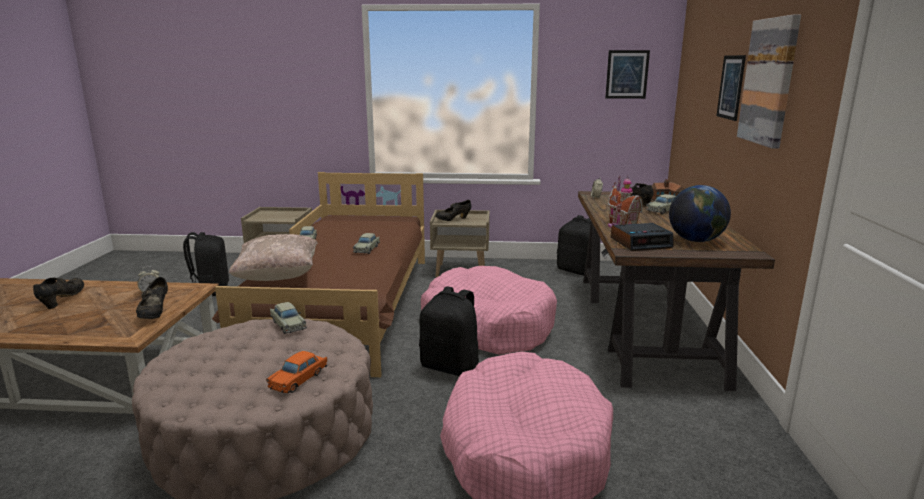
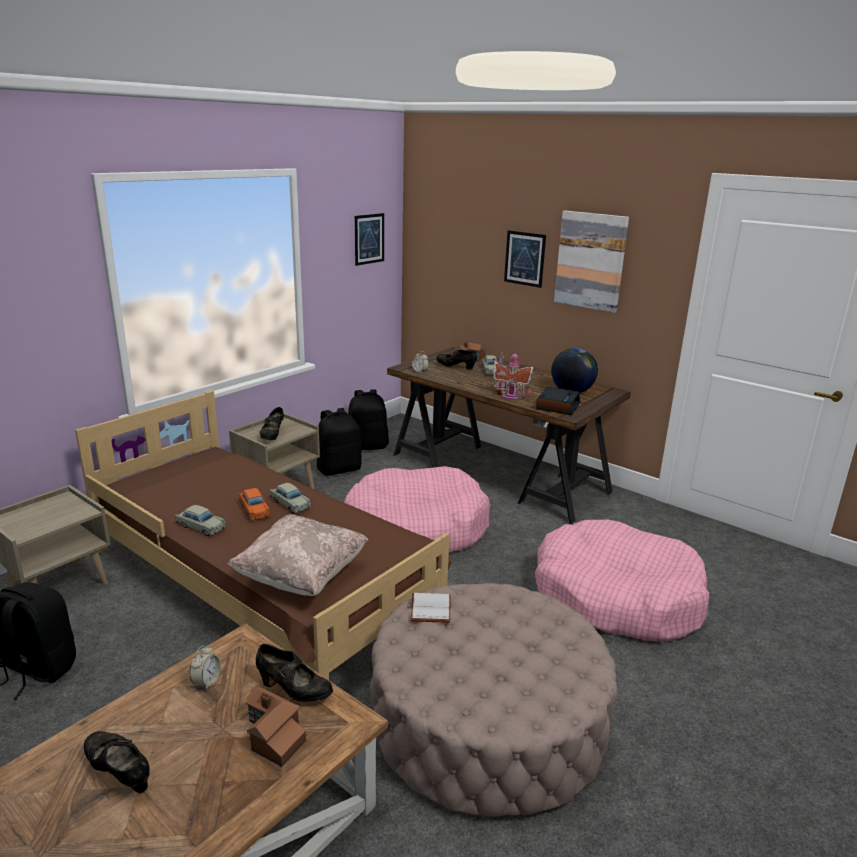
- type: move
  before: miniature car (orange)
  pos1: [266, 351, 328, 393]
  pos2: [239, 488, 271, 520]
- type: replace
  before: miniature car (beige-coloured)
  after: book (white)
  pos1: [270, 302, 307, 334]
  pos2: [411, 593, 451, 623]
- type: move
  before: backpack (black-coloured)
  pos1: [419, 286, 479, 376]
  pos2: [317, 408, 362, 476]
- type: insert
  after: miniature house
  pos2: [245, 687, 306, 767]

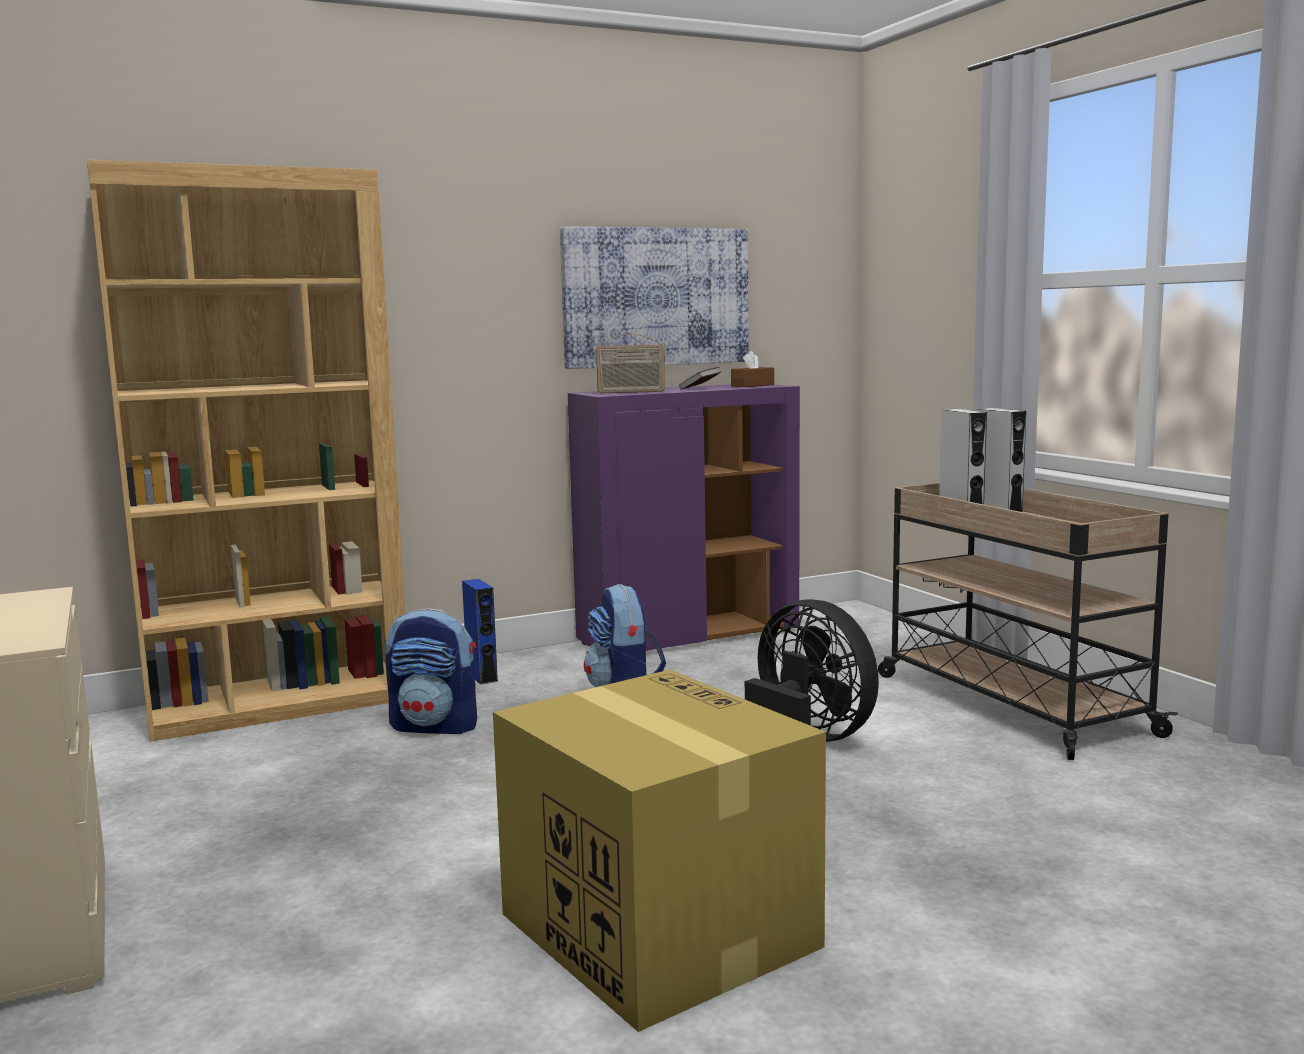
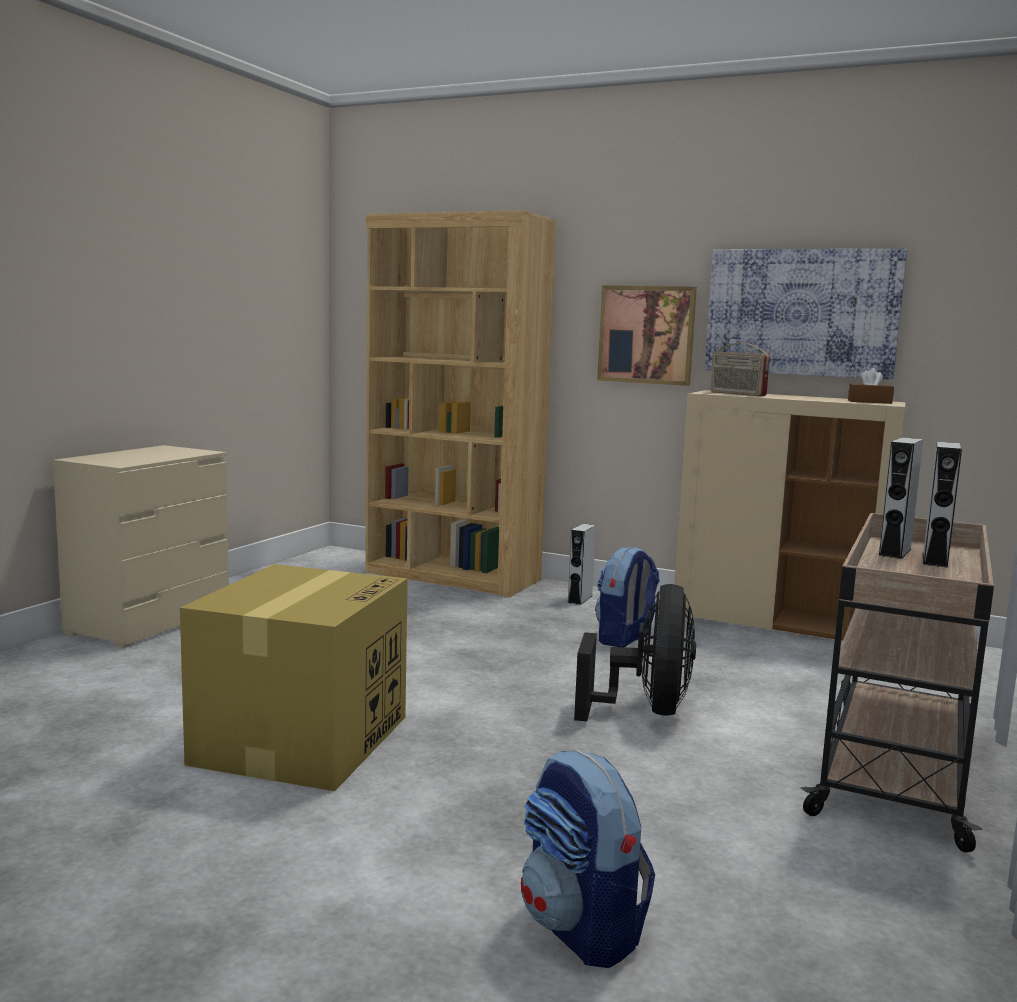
- type: move
  before: backpack
  pos1: [386, 608, 477, 735]
  pos2: [521, 750, 655, 968]
- type: recolor
  before: audio speaker (blue)
  after: audio speaker (gray)
  pos1: [462, 579, 498, 685]
  pos2: [568, 524, 596, 605]
- type: recolor
  before: storage cabinet (purple-coloured)
  after: storage cabinet (beige-coloured)
  pos1: [568, 384, 800, 651]
  pos2: [675, 390, 906, 640]
- type: delete
  before: book
  pos1: [679, 367, 721, 390]
- type: insert
  after: picture
  pos2: [597, 285, 697, 386]

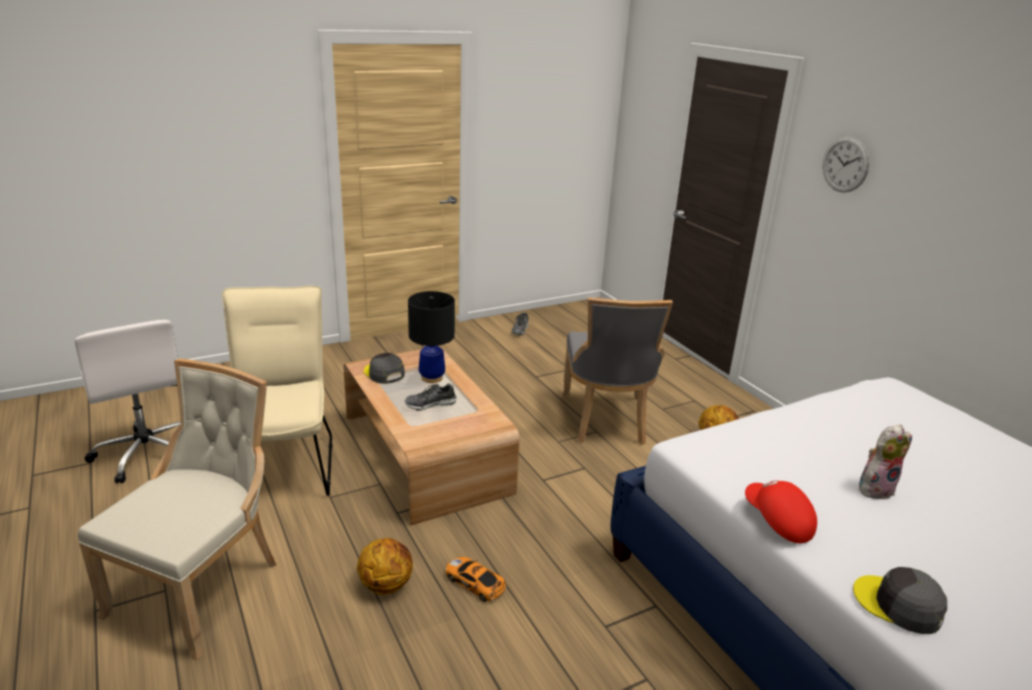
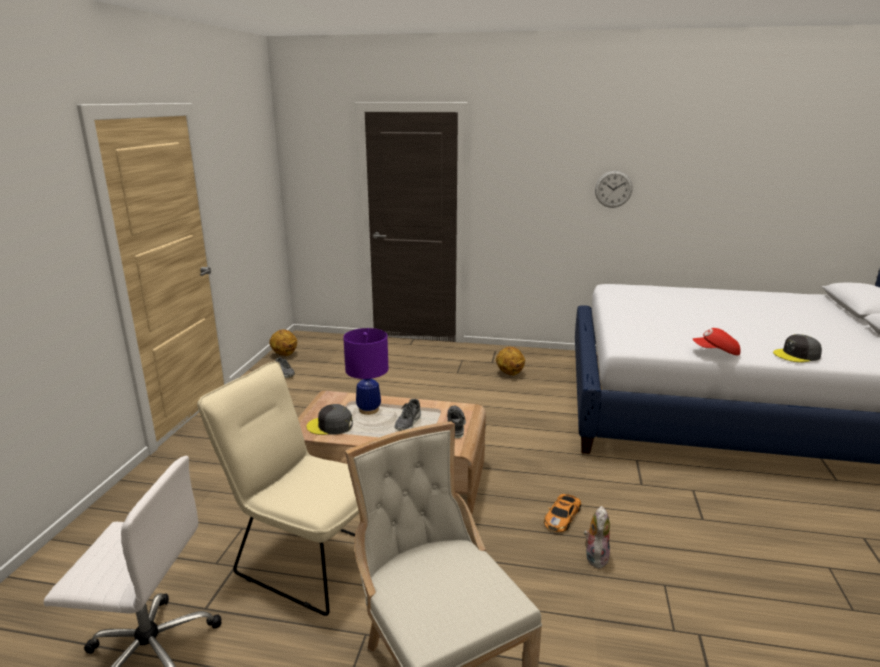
- type: move
  before: ball for basketball
  pos1: [357, 538, 413, 595]
  pos2: [269, 330, 297, 356]
- type: recolor
  before: tabletop lamp (black-coloured)
  after: tabletop lamp (purple-coloured)
  pos1: [408, 291, 455, 383]
  pos2: [343, 328, 389, 415]
- type: rotate
  before: miniature car
  pos1: [446, 557, 506, 602]
  pos2: [544, 494, 581, 532]
  turn: -45
- type: delete
  before: upright chair (gray)
  pos1: [561, 297, 673, 445]
- type: move
  before: clock on the wall
  pos1: [823, 137, 870, 193]
  pos2: [595, 171, 633, 208]
- type: move
  before: cuddly toy
  pos1: [859, 424, 912, 500]
  pos2: [584, 506, 610, 569]
- type: insert
  after: shoe
  pos2: [447, 406, 466, 438]

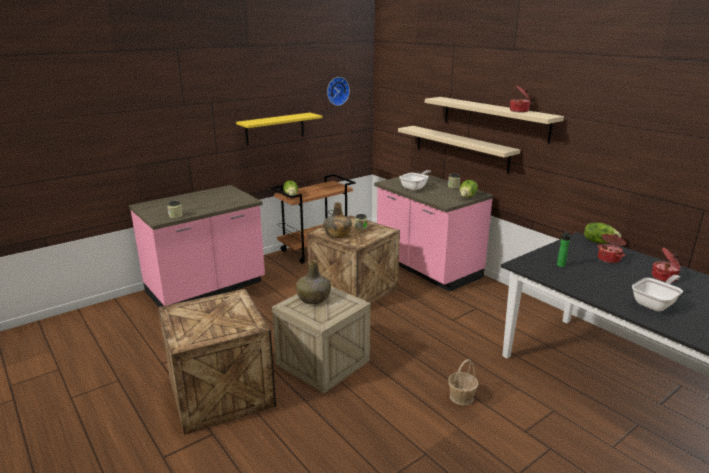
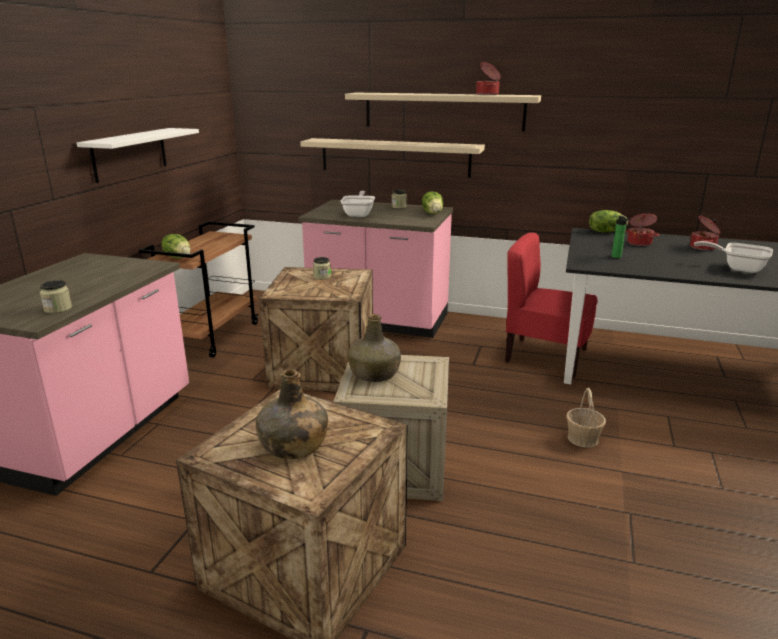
- type: recolor
  before: shelf (yellow-coloured)
  after: shelf (white)
  pos1: [236, 113, 322, 145]
  pos2: [77, 128, 199, 183]
- type: move
  before: drink bottle (green-coloured)
  pos1: [323, 202, 352, 238]
  pos2: [256, 369, 328, 459]
- type: delete
  before: clock on the wall
  pos1: [327, 77, 350, 106]
- type: rotate
  before: skillet
  pos1: [632, 275, 683, 311]
  pos2: [694, 241, 773, 273]
  turn: -75
- type: insert
  after: upright chair (red-coloured)
  pos2: [505, 233, 598, 378]

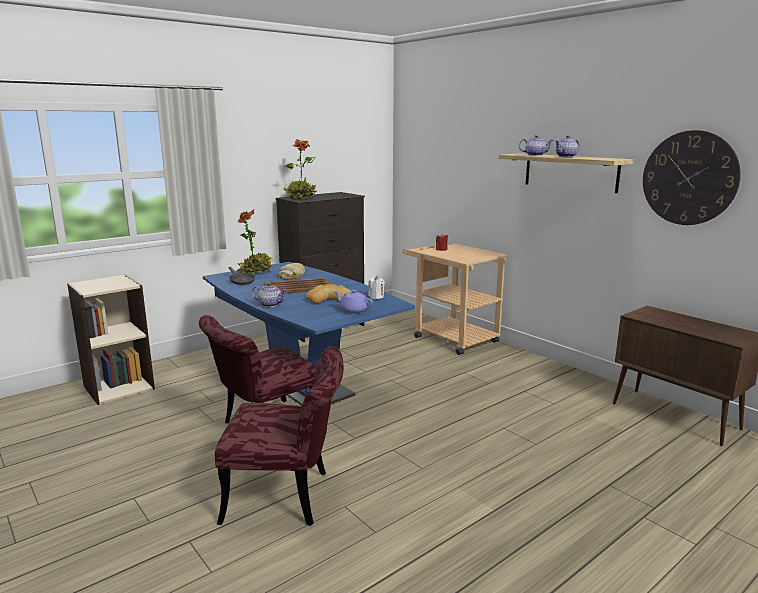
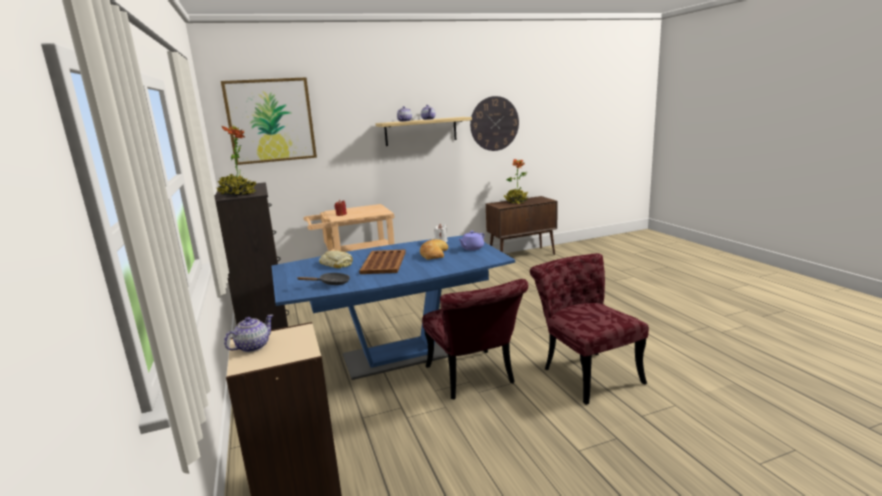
- type: rotate
  before: upright chair (red-coloured)
  pos1: [215, 346, 344, 526]
  pos2: [530, 253, 649, 405]
  turn: -45
- type: move
  before: plant in a pot
  pos1: [238, 209, 272, 274]
  pos2: [504, 159, 528, 204]
- type: move
  before: pot for tea
  pos1: [252, 283, 287, 307]
  pos2: [224, 315, 273, 352]
- type: insert
  after: picture
  pos2: [221, 77, 317, 165]

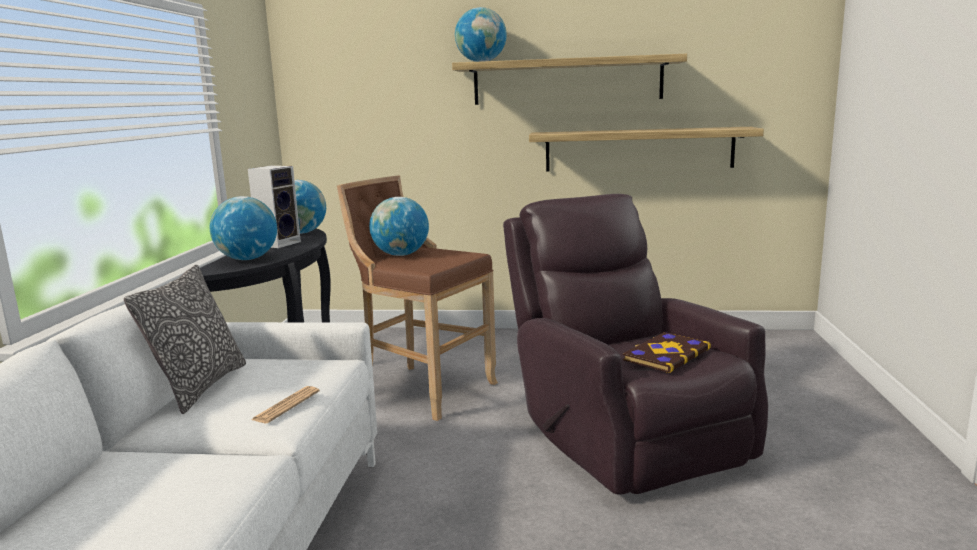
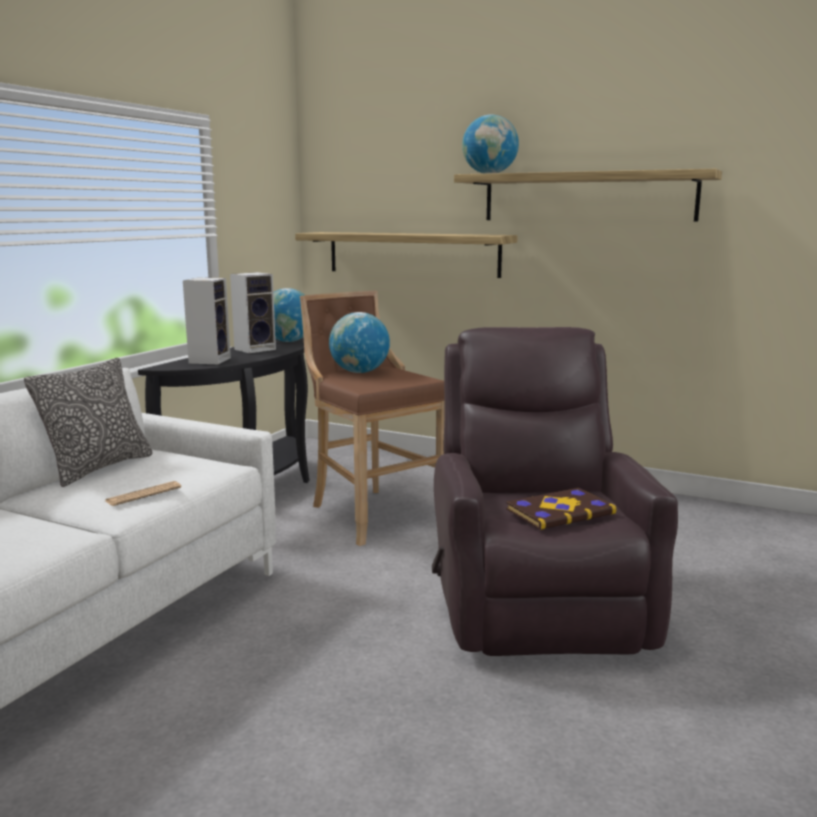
- type: replace
  before: desk globe
  after: audio speaker
  pos1: [210, 196, 277, 260]
  pos2: [183, 278, 231, 364]
- type: move
  before: shelf
  pos1: [529, 127, 764, 171]
  pos2: [295, 232, 518, 278]

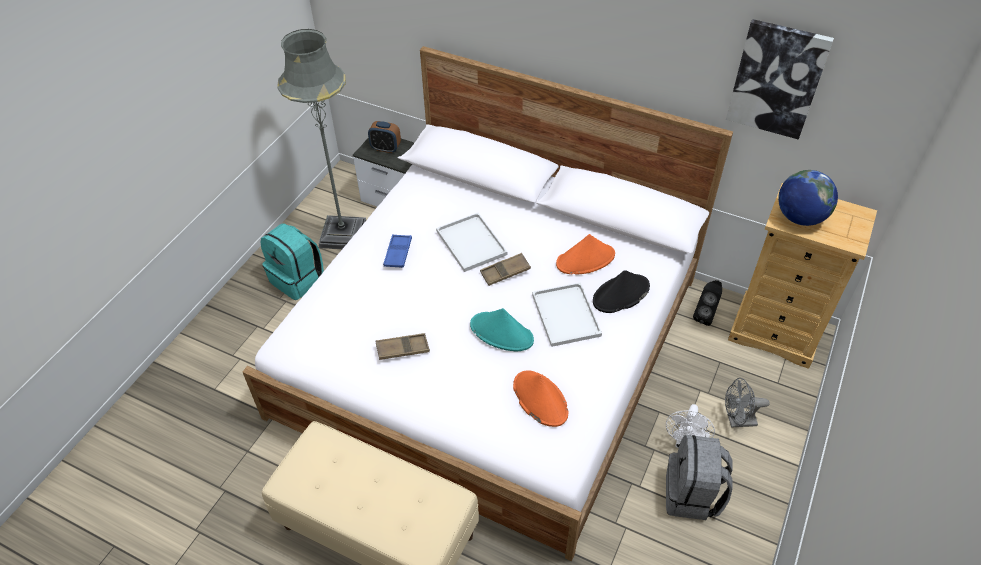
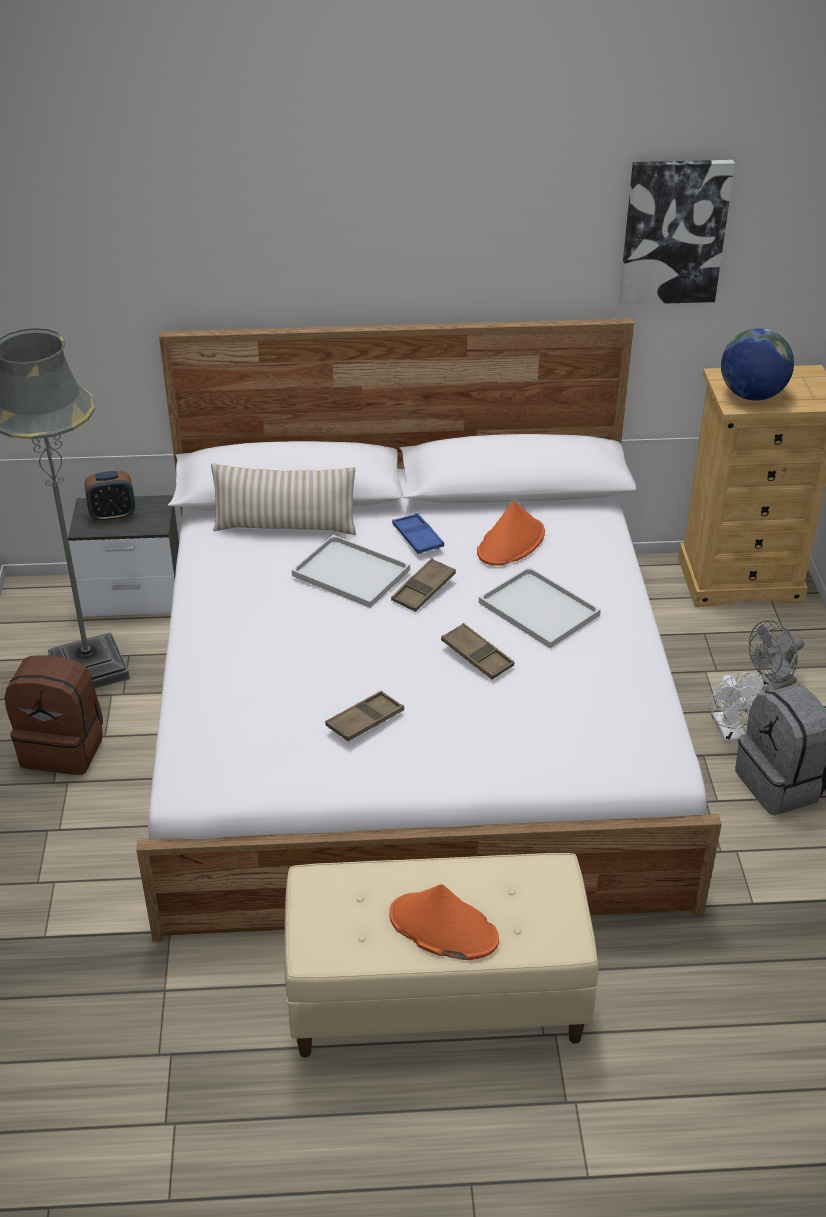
- type: recolor
  before: backpack (turquoise)
  after: backpack (brown)
  pos1: [260, 223, 324, 300]
  pos2: [4, 655, 103, 775]
- type: move
  before: carrying tray (blue)
  pos1: [383, 234, 412, 268]
  pos2: [392, 513, 444, 554]
- type: replace
  before: wearable hat (turquoise)
  after: carrying tray (brown)
  pos1: [470, 308, 534, 351]
  pos2: [441, 623, 514, 680]
- type: move
  before: wearable hat (orange)
  pos1: [513, 370, 569, 427]
  pos2: [389, 884, 499, 960]
- type: delete
  before: wearable hat (black-coloured)
  pos1: [593, 270, 650, 313]
- type: delete
  before: audio speaker (black-coloured)
  pos1: [693, 280, 722, 326]
- type: insert
  after: throw pillow (beige-coloured)
  pos2: [211, 464, 356, 535]

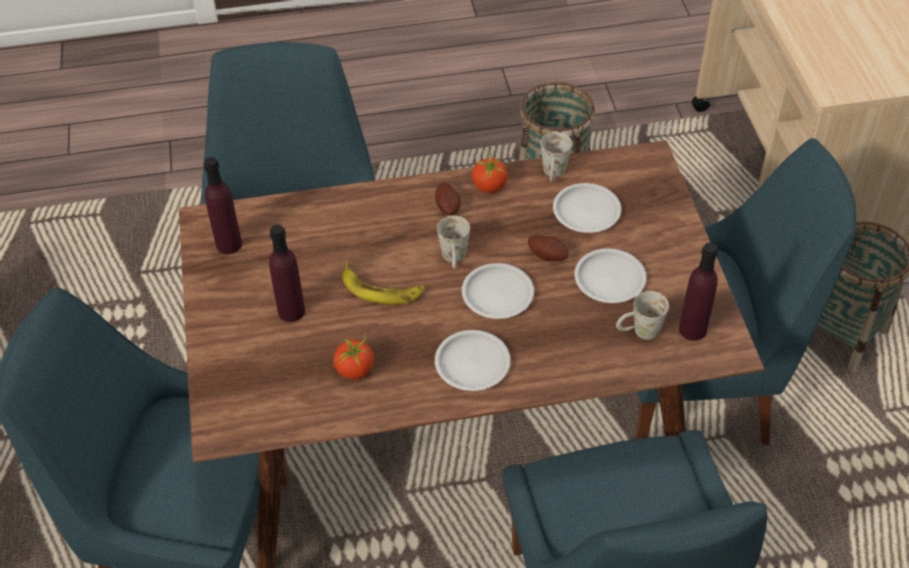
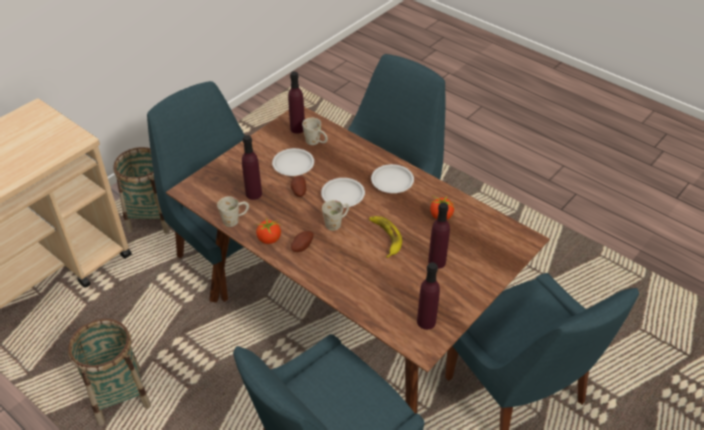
- type: replace
  before: flat dish (white)
  after: drink bottle (purple-coloured)
  pos1: [553, 183, 622, 233]
  pos2: [242, 135, 262, 200]

